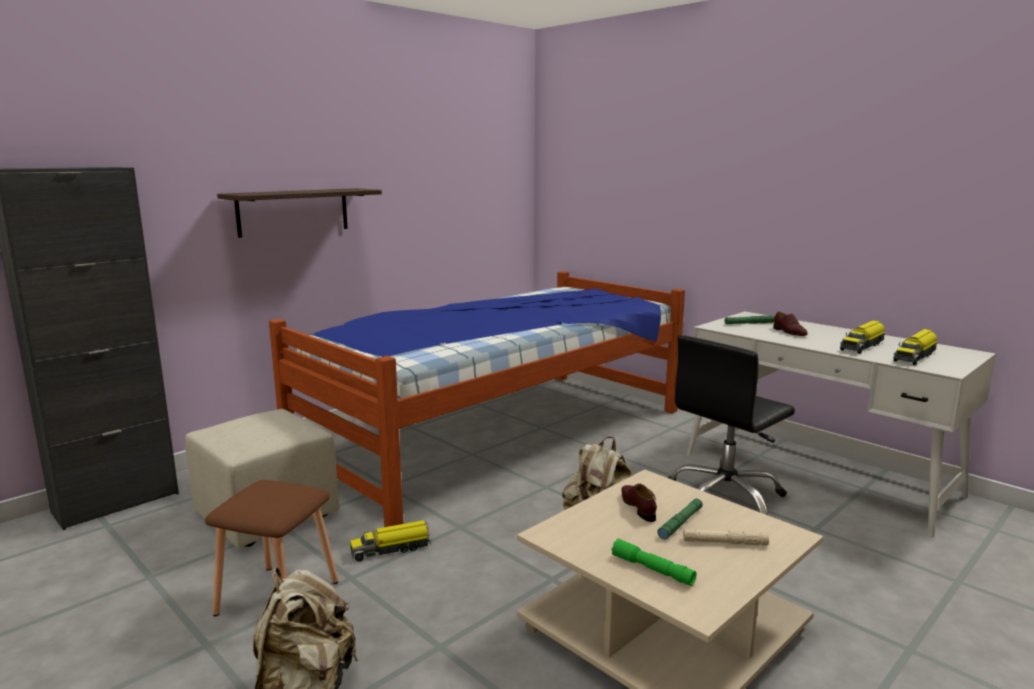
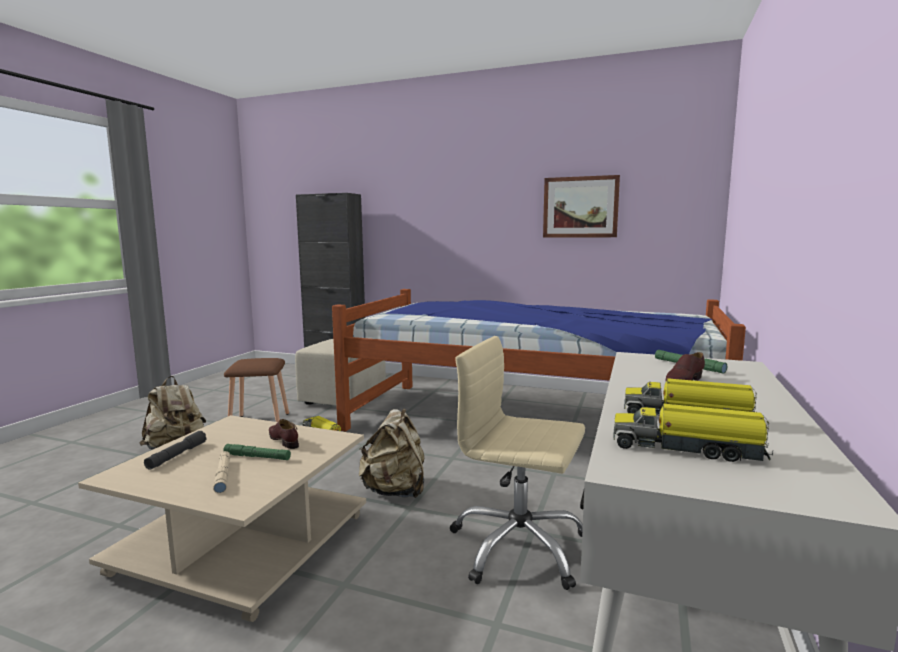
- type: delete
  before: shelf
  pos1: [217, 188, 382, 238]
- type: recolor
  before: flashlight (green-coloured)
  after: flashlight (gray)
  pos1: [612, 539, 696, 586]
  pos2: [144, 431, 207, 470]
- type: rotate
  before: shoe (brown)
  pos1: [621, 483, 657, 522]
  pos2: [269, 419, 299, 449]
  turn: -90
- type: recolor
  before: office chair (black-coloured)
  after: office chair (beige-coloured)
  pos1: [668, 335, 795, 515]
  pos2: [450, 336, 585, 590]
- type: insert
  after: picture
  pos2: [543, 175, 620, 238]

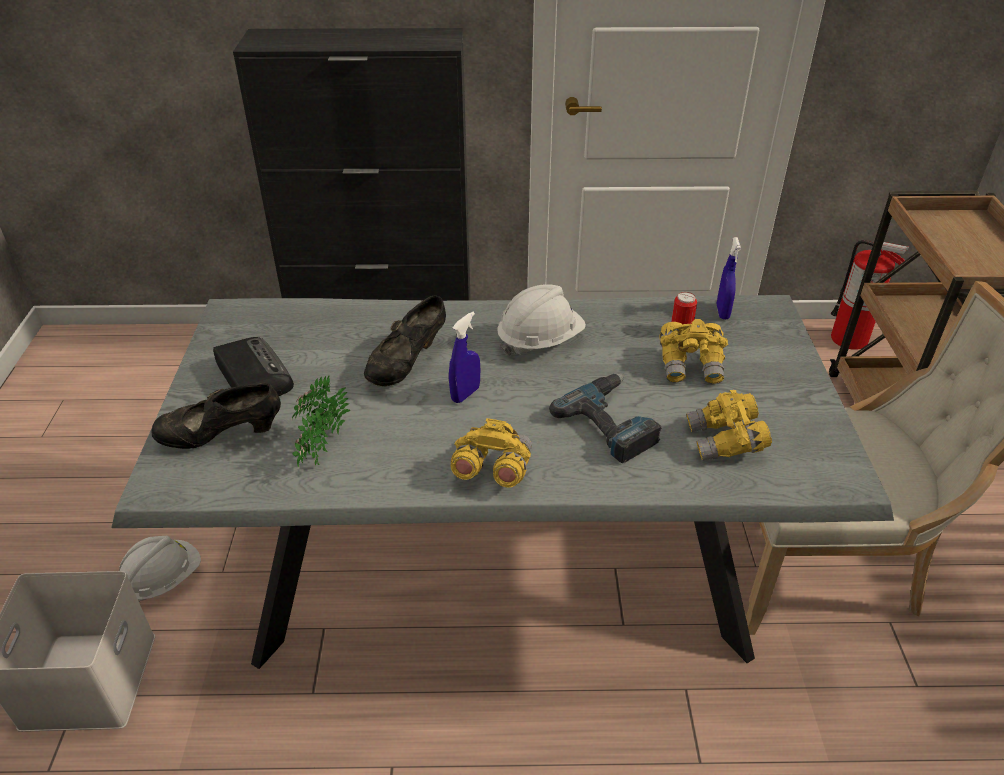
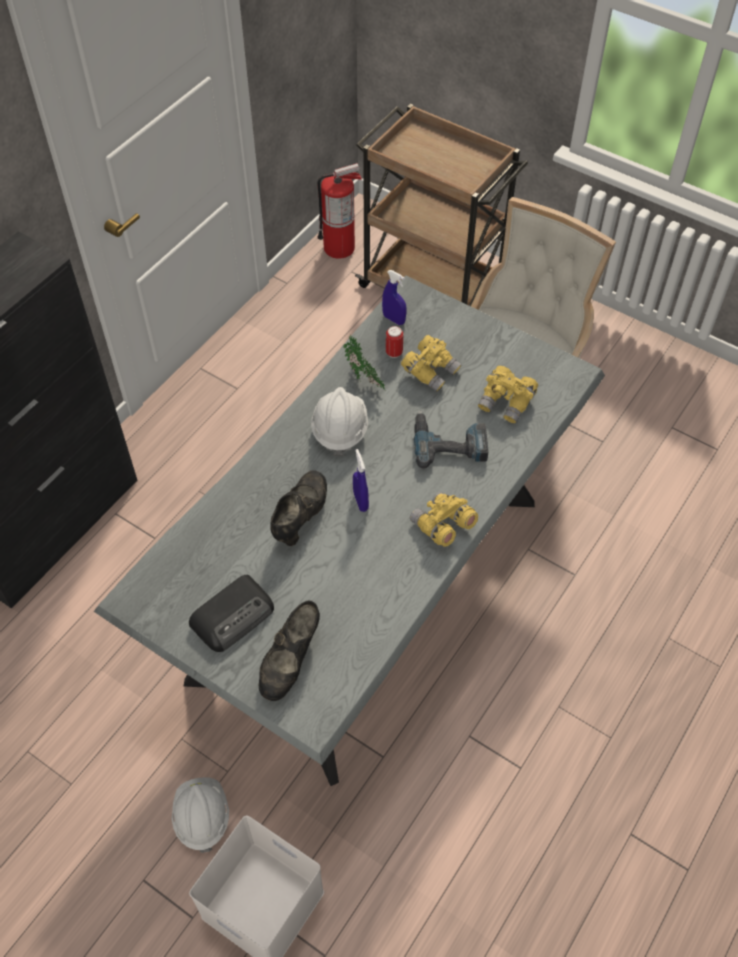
- type: rotate
  before: radio receiver
  pos1: [213, 337, 294, 396]
  pos2: [189, 575, 274, 652]
  turn: 135
- type: move
  before: plant in a pot
  pos1: [292, 375, 350, 467]
  pos2: [343, 335, 385, 390]
- type: rotate
  before: shoe (black-coloured)
  pos1: [364, 295, 446, 386]
  pos2: [271, 470, 327, 546]
  turn: -135

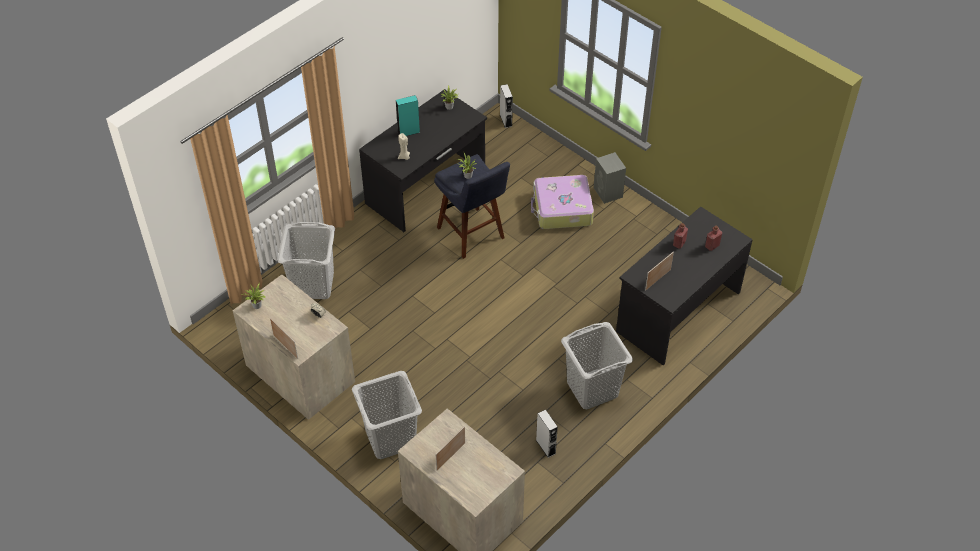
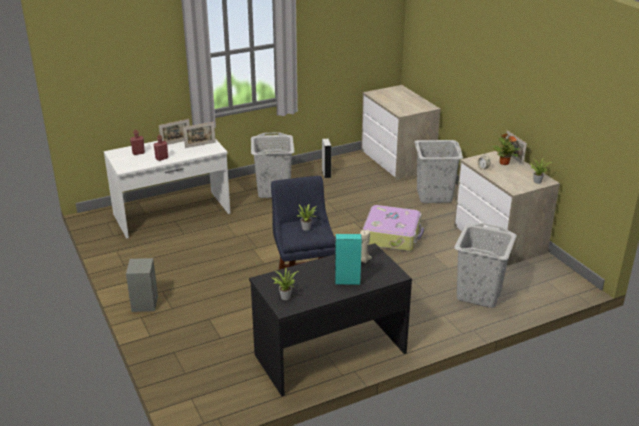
- type: move
  before: photo frame
  pos1: [435, 426, 465, 471]
  pos2: [159, 119, 190, 145]
- type: delete
  before: audio speaker (gray)
  pos1: [500, 84, 513, 128]
- type: move
  before: travel case
  pos1: [531, 175, 594, 229]
  pos2: [363, 205, 424, 251]
- type: recolor
  before: desk (black-coloured)
  after: desk (white)
  pos1: [616, 207, 753, 365]
  pos2: [104, 139, 230, 239]
- type: insert
  after: plant in a pot
  pos2: [492, 133, 521, 165]

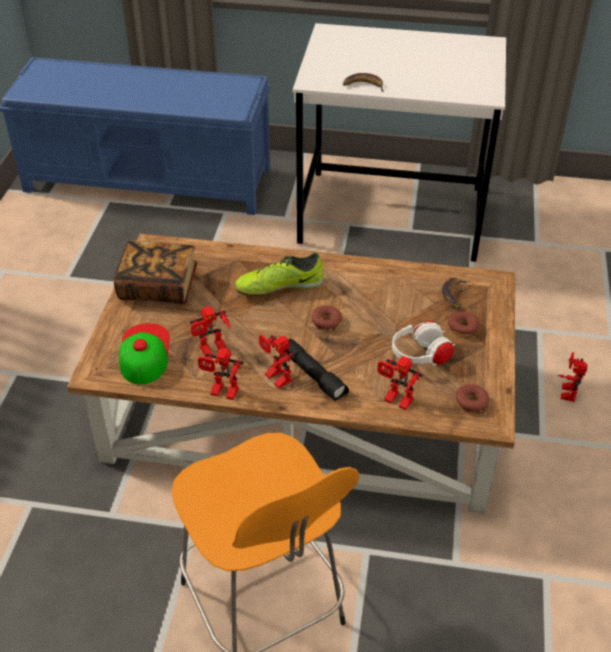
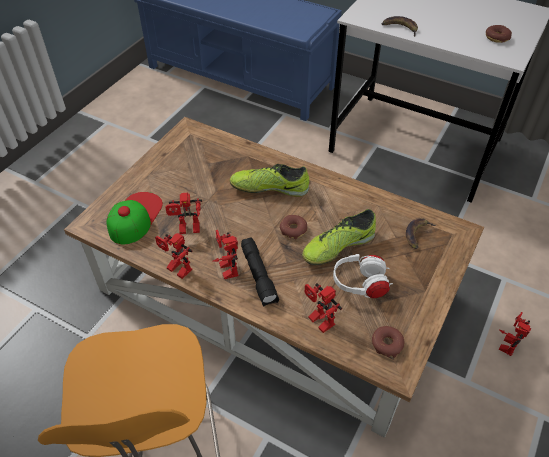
- type: delete
  before: book
  pos1: [114, 240, 197, 304]
- type: move
  before: ring doughnut
  pos1: [448, 311, 479, 336]
  pos2: [486, 25, 512, 43]
- type: insert
  after: shoe
  pos2: [302, 209, 376, 265]

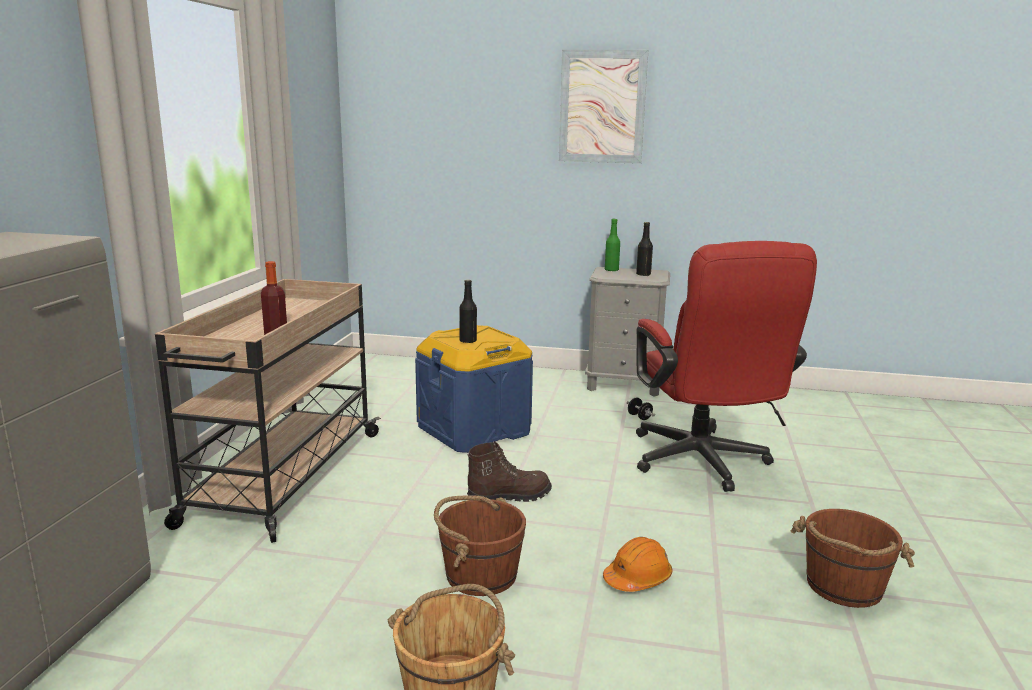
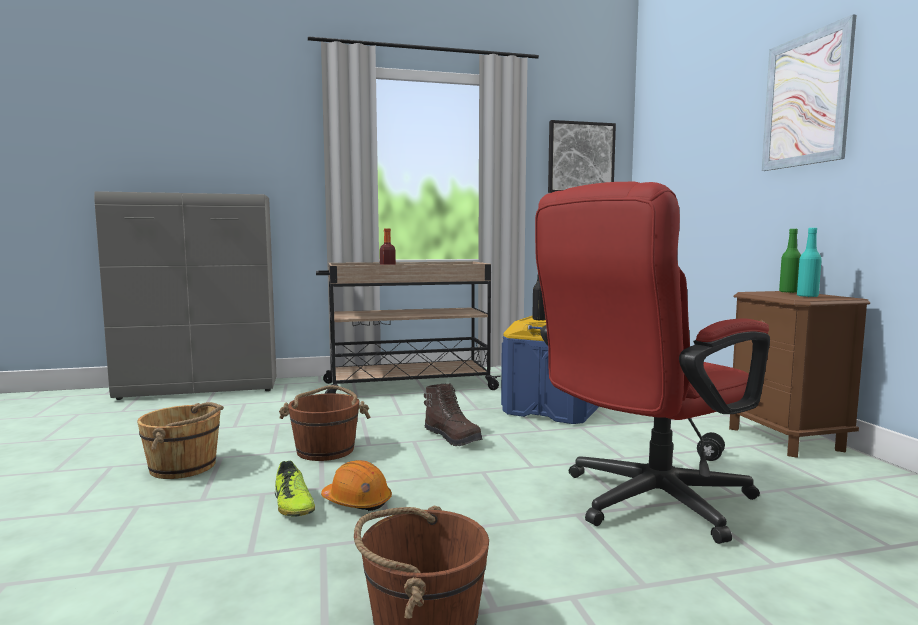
- type: recolor
  before: night table (gray)
  after: night table (brown)
  pos1: [585, 267, 670, 396]
  pos2: [729, 291, 870, 458]
- type: recolor
  before: drink bottle (black-coloured)
  after: drink bottle (turquoise)
  pos1: [636, 222, 653, 276]
  pos2: [797, 228, 822, 297]
- type: insert
  after: shoe
  pos2: [275, 460, 315, 517]
- type: insert
  after: picture
  pos2: [548, 120, 616, 193]

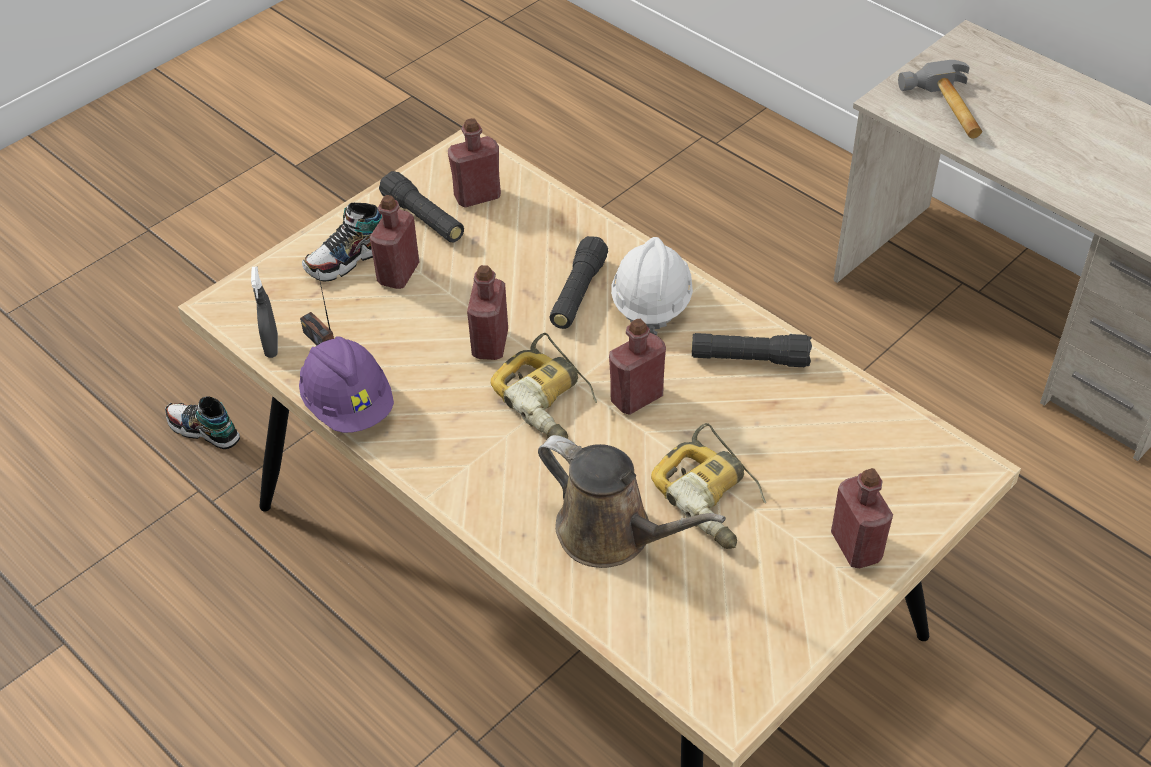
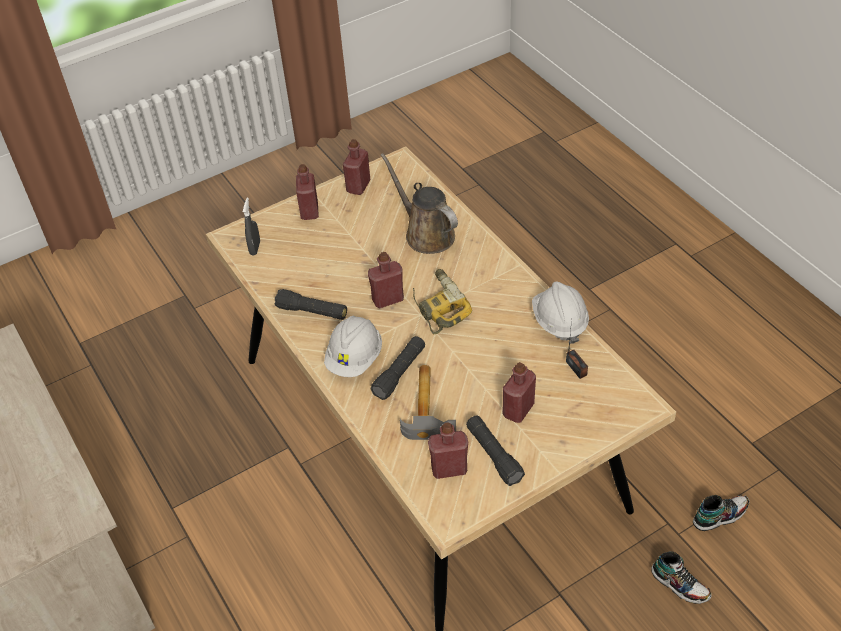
- type: move
  before: spray bottle (gray)
  pos1: [251, 266, 278, 358]
  pos2: [243, 198, 260, 255]
- type: recolor
  before: safety helmet (purple-coloured)
  after: safety helmet (white)
  pos1: [299, 336, 394, 433]
  pos2: [532, 281, 589, 344]
- type: move
  before: shoe
  pos1: [302, 202, 382, 282]
  pos2: [693, 495, 749, 531]
- type: move
  before: drink bottle (red-coloured)
  pos1: [467, 265, 508, 360]
  pos2: [343, 139, 370, 195]
- type: delete
  before: drill
  pos1: [651, 423, 766, 549]
- type: move
  before: tool hammer
  pos1: [898, 60, 982, 139]
  pos2: [400, 365, 456, 440]

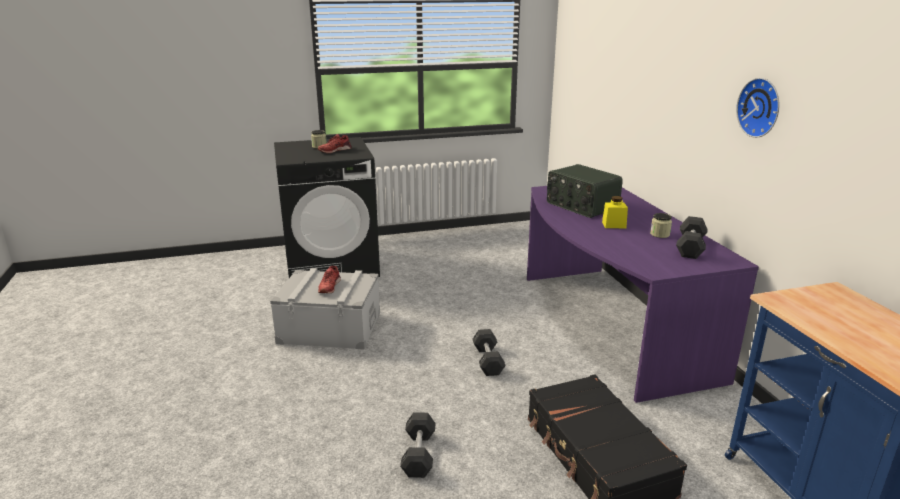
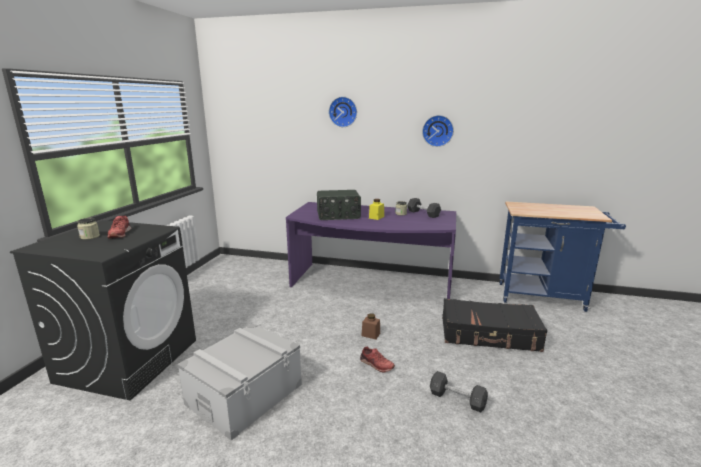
- type: move
  before: shoe (red-coloured)
  pos1: [318, 266, 341, 293]
  pos2: [360, 346, 395, 373]
- type: replace
  before: dumbbell (gray)
  after: storage jar (brown)
  pos1: [473, 329, 506, 376]
  pos2: [362, 313, 380, 340]
- type: insert
  after: clock on the wall
  pos2: [329, 97, 357, 127]

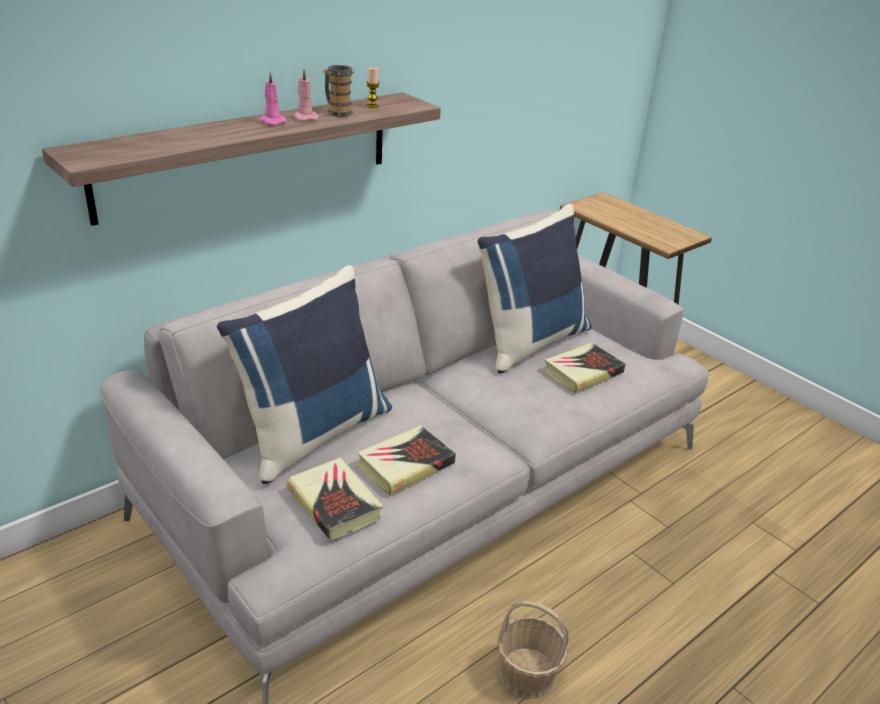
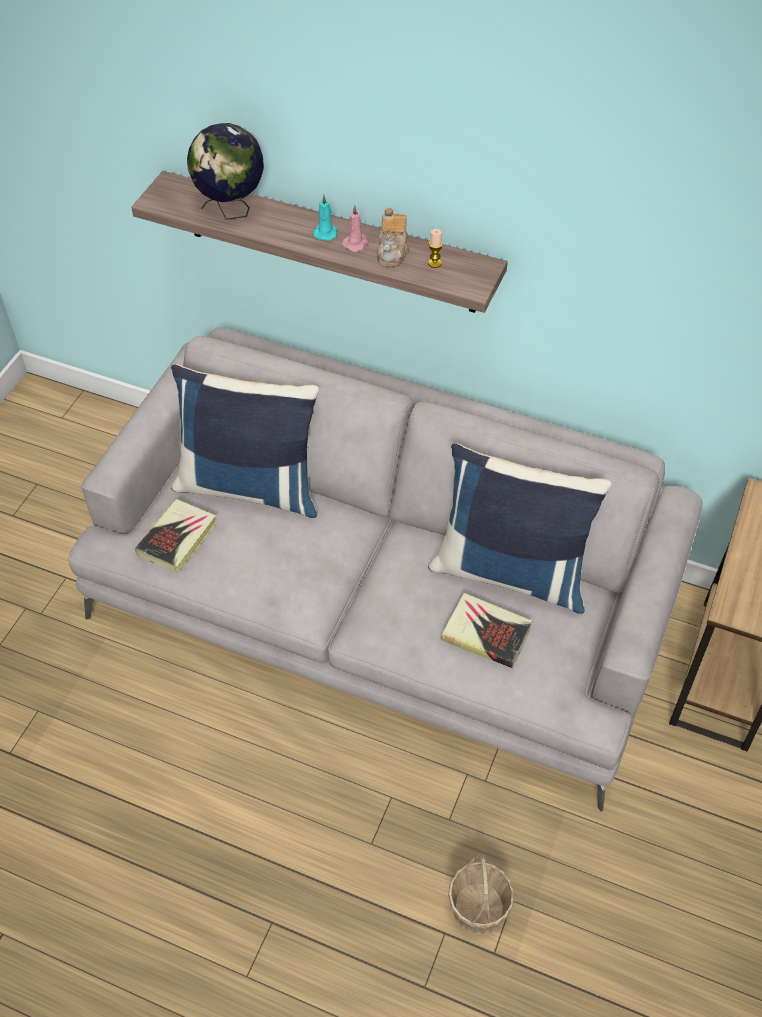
- type: recolor
  before: candle (pink)
  after: candle (turquoise)
  pos1: [259, 72, 287, 125]
  pos2: [313, 195, 338, 241]
- type: replace
  before: mug
  after: pot for tea
  pos1: [324, 65, 354, 117]
  pos2: [377, 208, 410, 267]
- type: delete
  before: book
  pos1: [357, 425, 456, 496]
- type: move
  before: storage basket
  pos1: [497, 601, 569, 699]
  pos2: [448, 854, 515, 935]
- type: insert
  after: desk globe
  pos2: [187, 123, 264, 220]

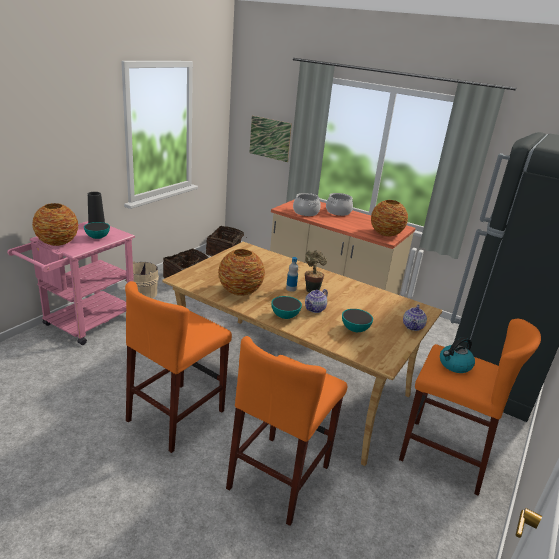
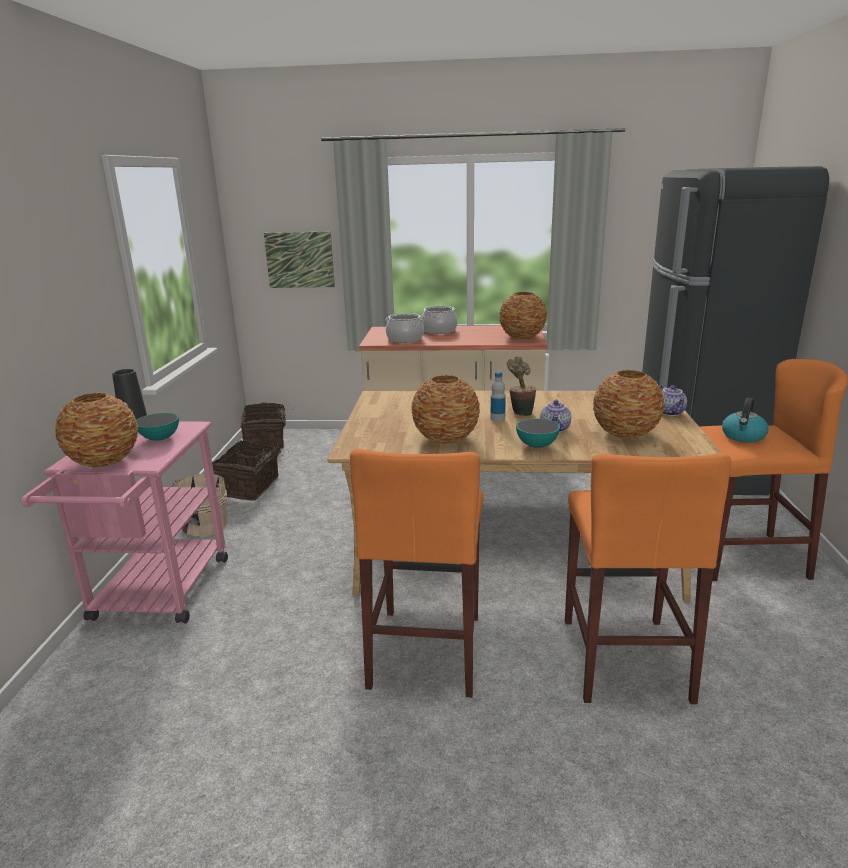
- type: replace
  before: serving bowl
  after: decorative vase
  pos1: [342, 309, 373, 332]
  pos2: [593, 370, 665, 439]

